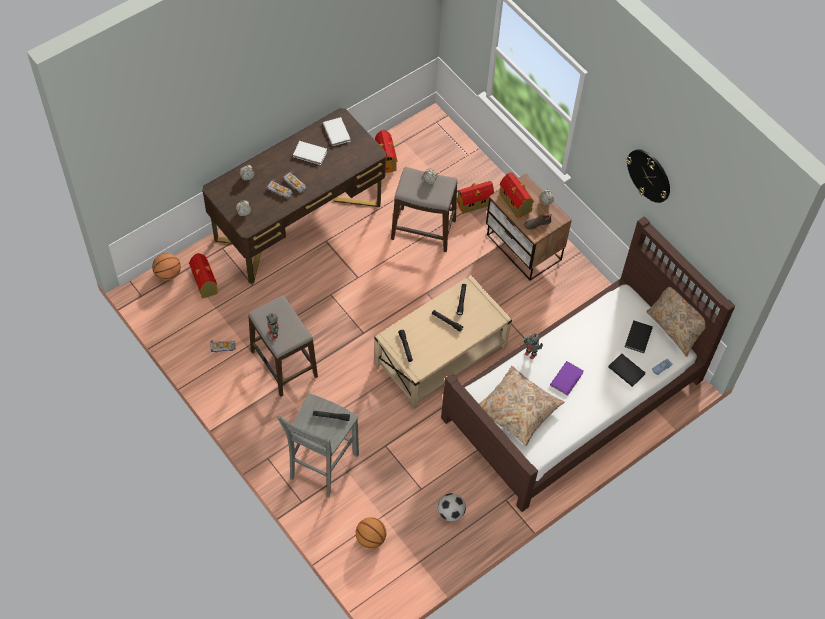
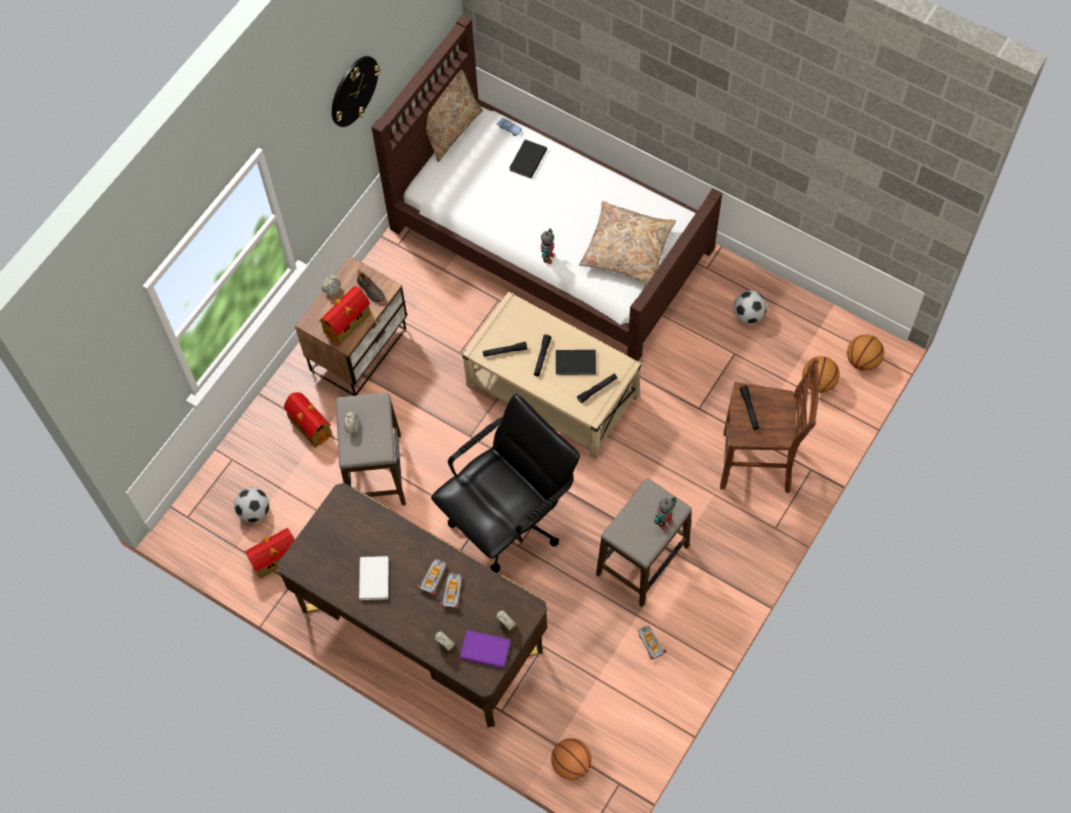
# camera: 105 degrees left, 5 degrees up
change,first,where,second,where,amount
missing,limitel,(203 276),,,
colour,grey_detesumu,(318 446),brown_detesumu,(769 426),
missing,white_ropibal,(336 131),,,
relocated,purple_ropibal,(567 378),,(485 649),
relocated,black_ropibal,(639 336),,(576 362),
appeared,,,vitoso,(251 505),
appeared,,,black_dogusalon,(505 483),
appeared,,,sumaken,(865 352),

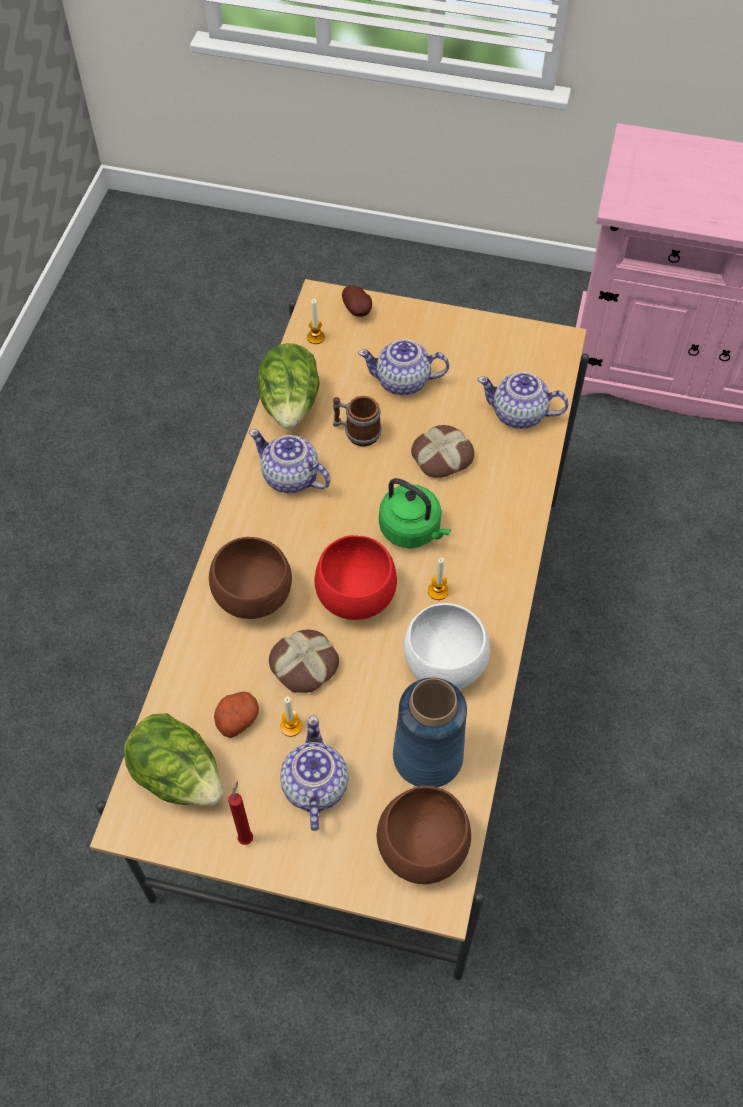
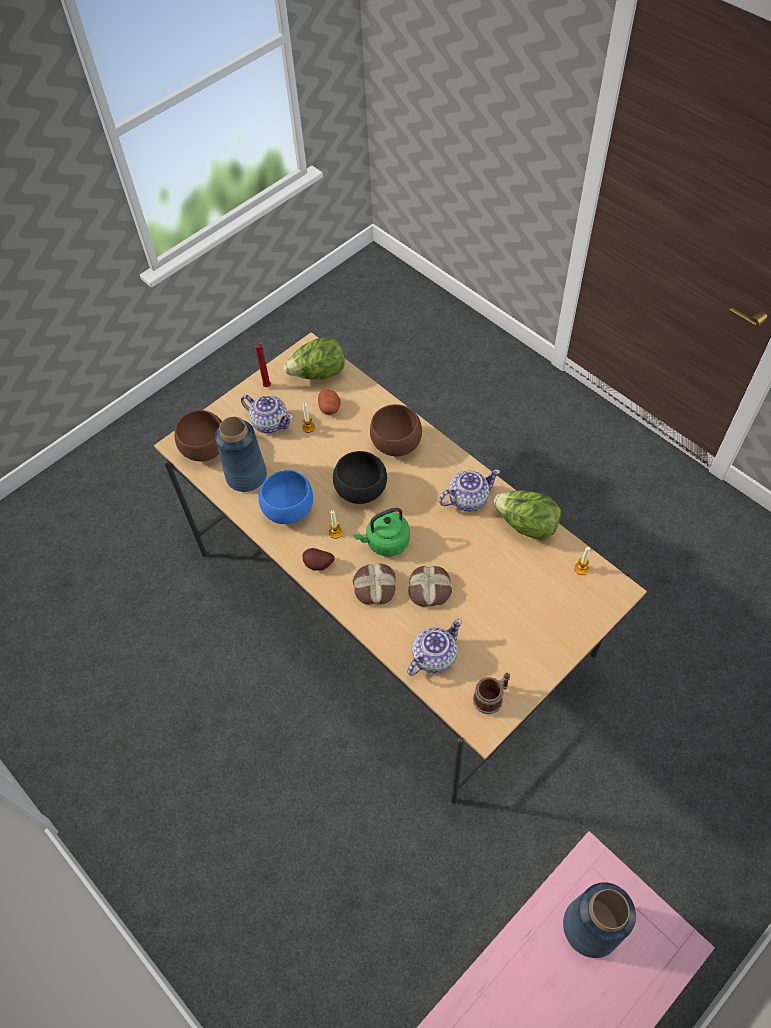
# camera: 125 degrees right, 0 degrees up
change,first,where,second,where,amount
relocated,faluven,(304 661),,(374 584),
colour,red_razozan,(355 577),black_razozan,(360 477),
relocated,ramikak,(357 421),,(491 693),
relocated,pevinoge,(357 301),,(319 559),
missing,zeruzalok,(403 367),,,
colour,white_razozan,(447 646),blue_razozan,(285 497),
appeared,,,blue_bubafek,(599 920),

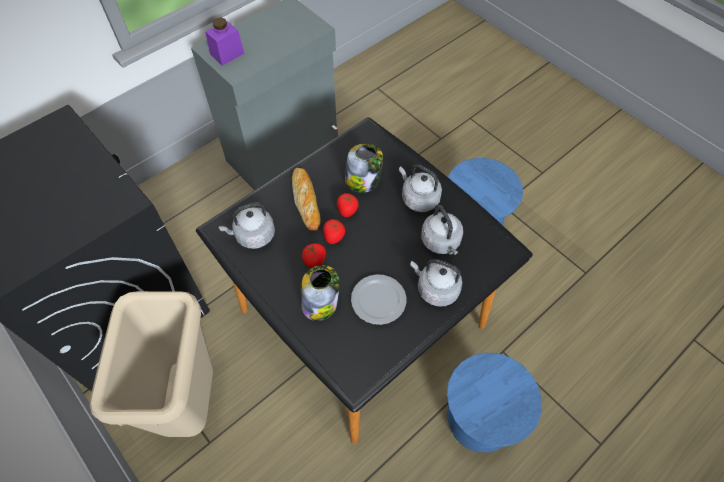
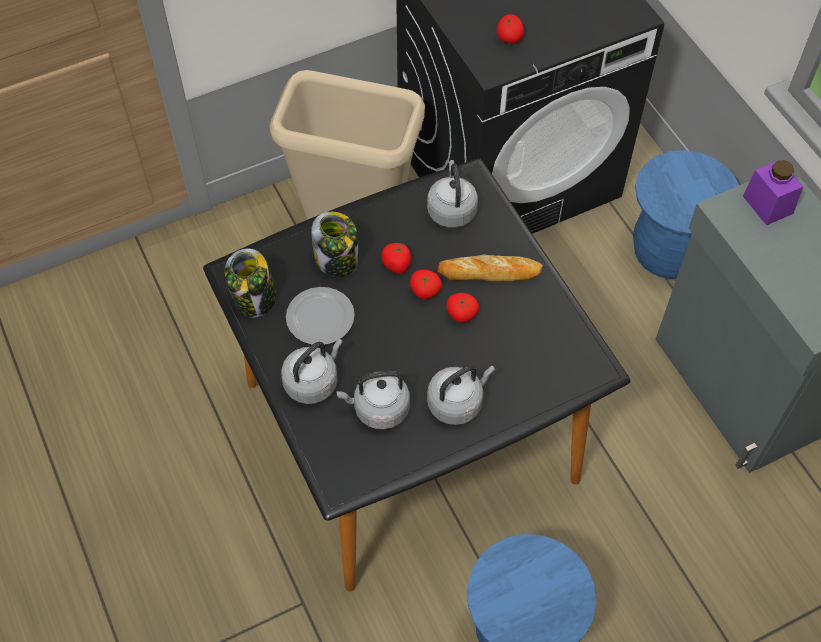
# camera: 105 degrees right, 0 degrees up
change,first,where,second,where,amount
relocated,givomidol,(364 168),,(250 283),
relocated,blue_detesumu,(494 402),,(686 214),
appeared,,,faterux,(510 29),

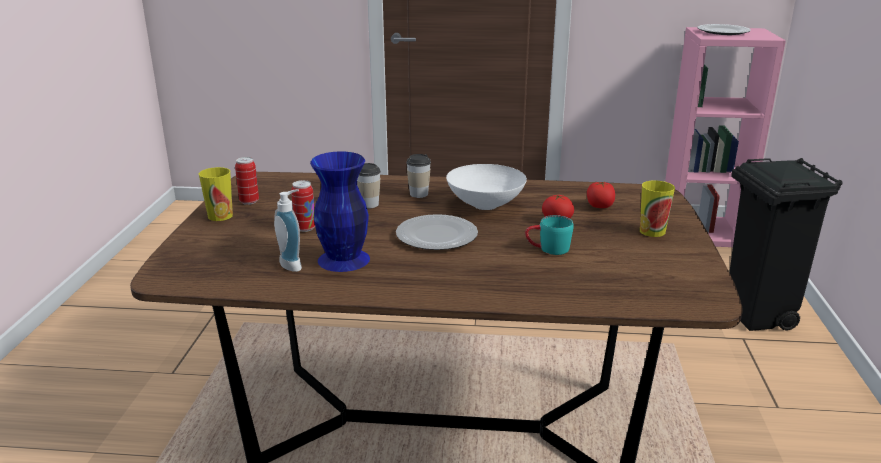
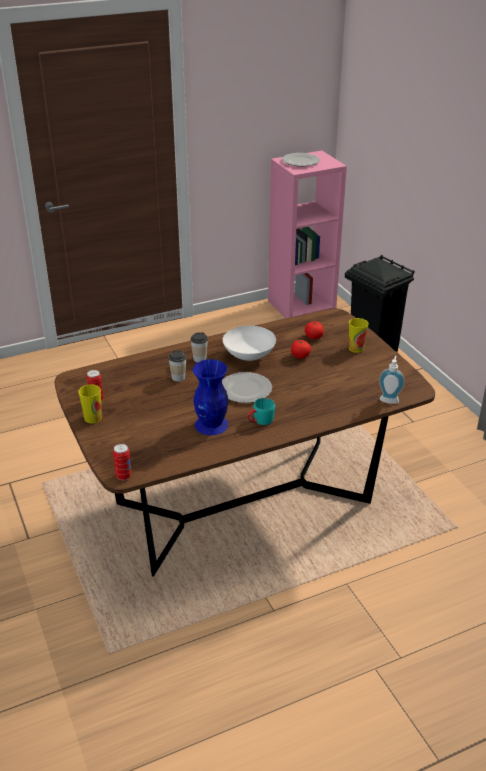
# camera: 30 degrees left, 10 degrees up
change,first,where,second,where,amount
relocated,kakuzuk,(288 230),,(392 380),
relocated,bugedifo,(303 206),,(122 462),
relocated,turquoise_ramikak,(549 235),,(261 411),

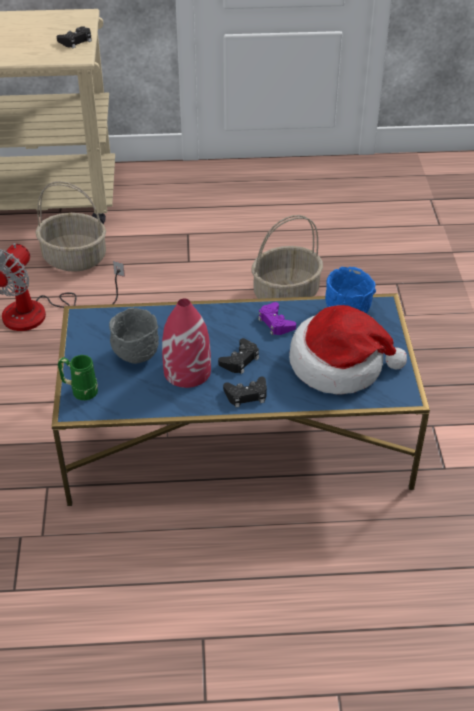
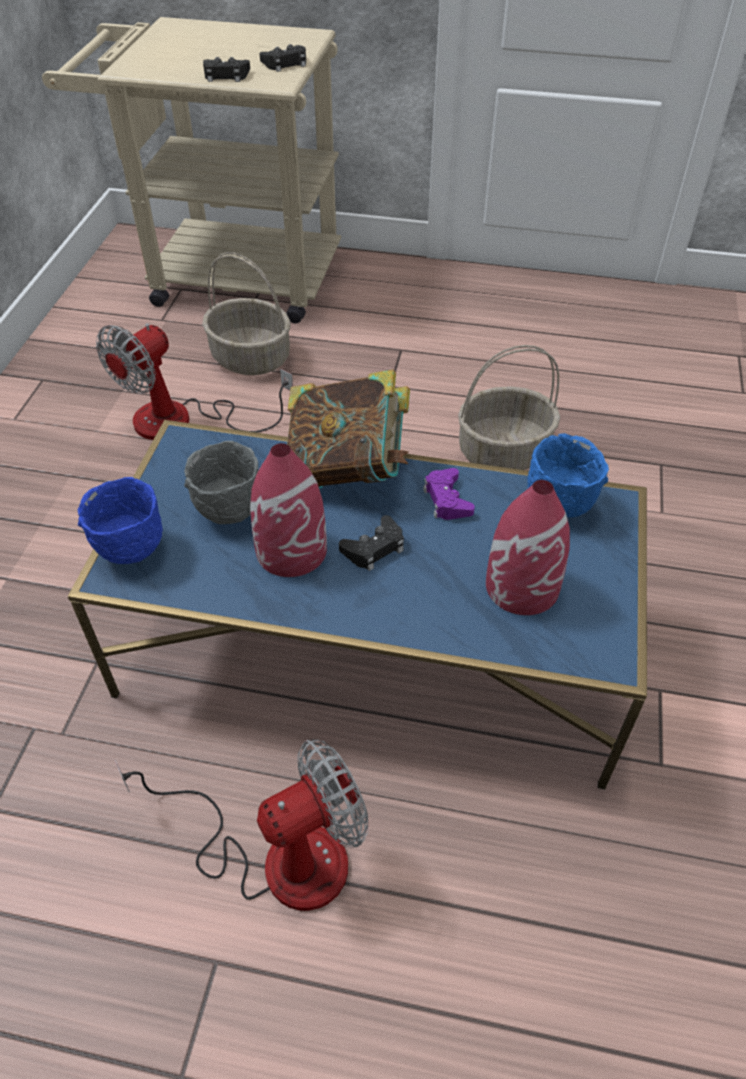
# camera: 15 degrees right, 5 degrees up
change,first,where,second,where,amount
exchanged,green_ramikak,(78 377),blue_razozan,(120 520),
relocated,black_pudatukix,(245 392),,(226 69),
exchanged,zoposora,(348 349),red_bubafek,(528 547),
appeared,,,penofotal,(241 825),
appeared,,,ropibal,(348 429),

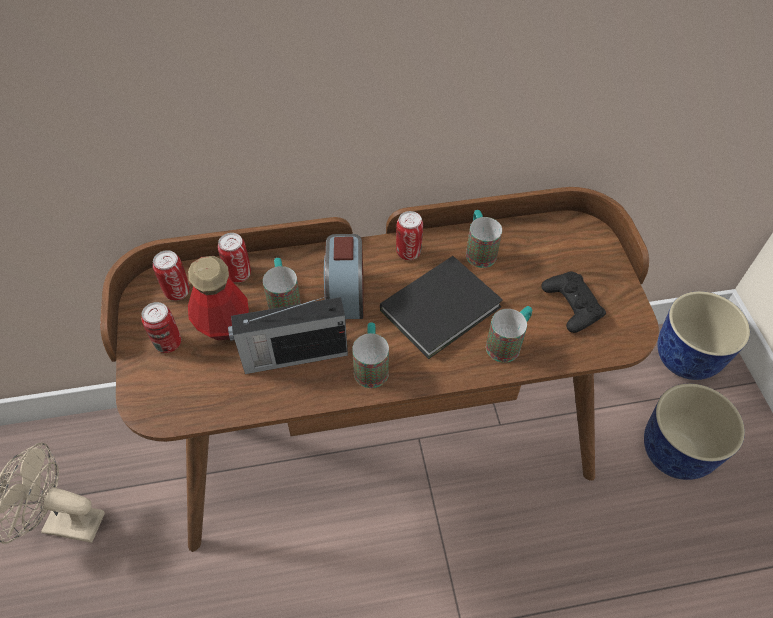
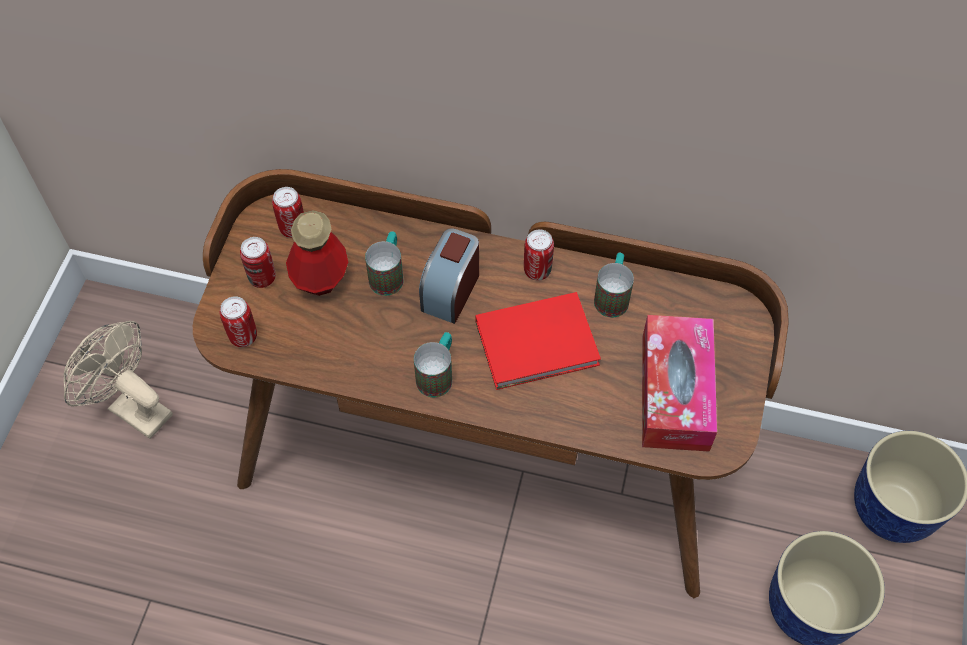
# camera: 25 degrees right, 5 degrees up
change,first,where,second,where,amount
relocated,bugedifo,(234 258),,(238 321),
missing,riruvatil,(288 335),,,
colour,black_ropibal,(441 307),red_ropibal,(538 341),
missing,ramikak,(509 334),,,
exchanged,black_pudatukix,(573 302),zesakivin,(679 383),

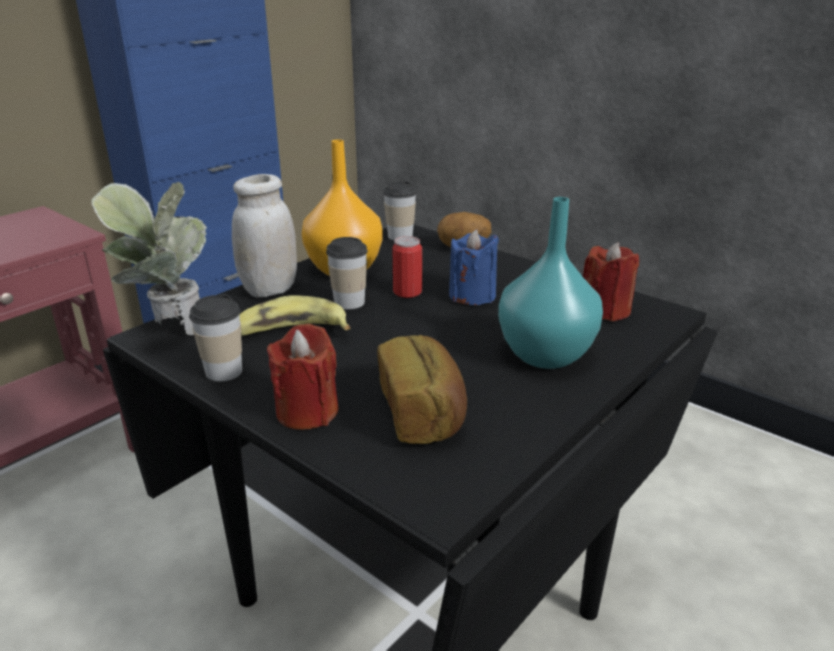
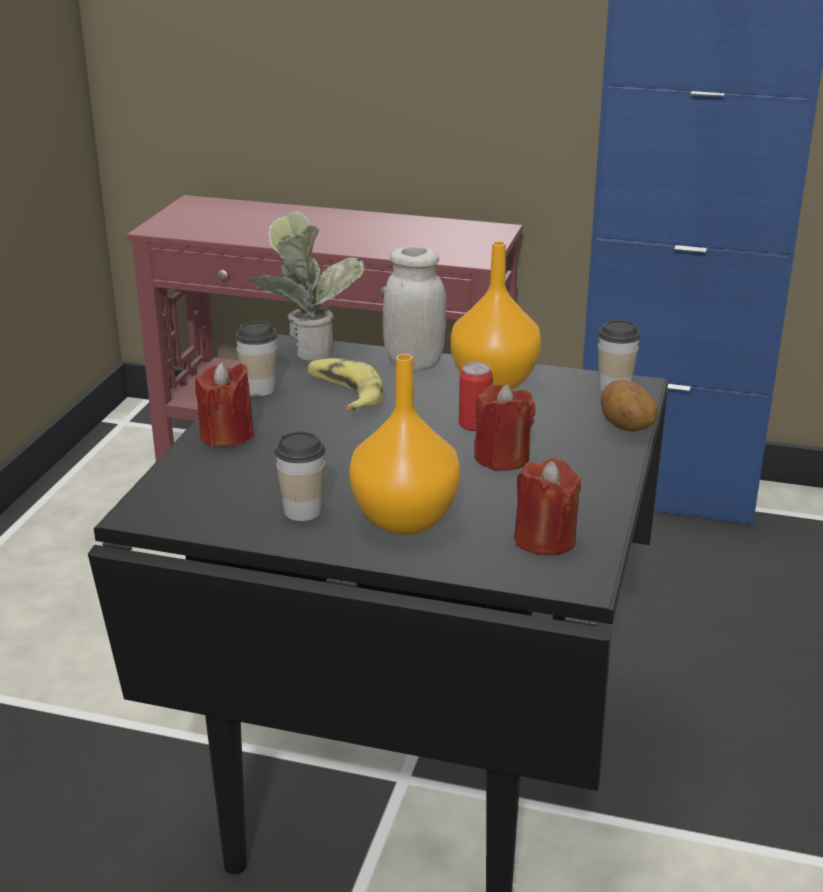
# camera: 65 degrees right, 0 degrees up
change,first,where,second,where,amount
relocated,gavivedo,(347 273),,(300 476),
missing,faluven,(422 389),,,
colour,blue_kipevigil,(474 267),red_kipevigil,(504 427),
colour,turquoise_bubafek,(550 283),orange_bubafek,(405 444),

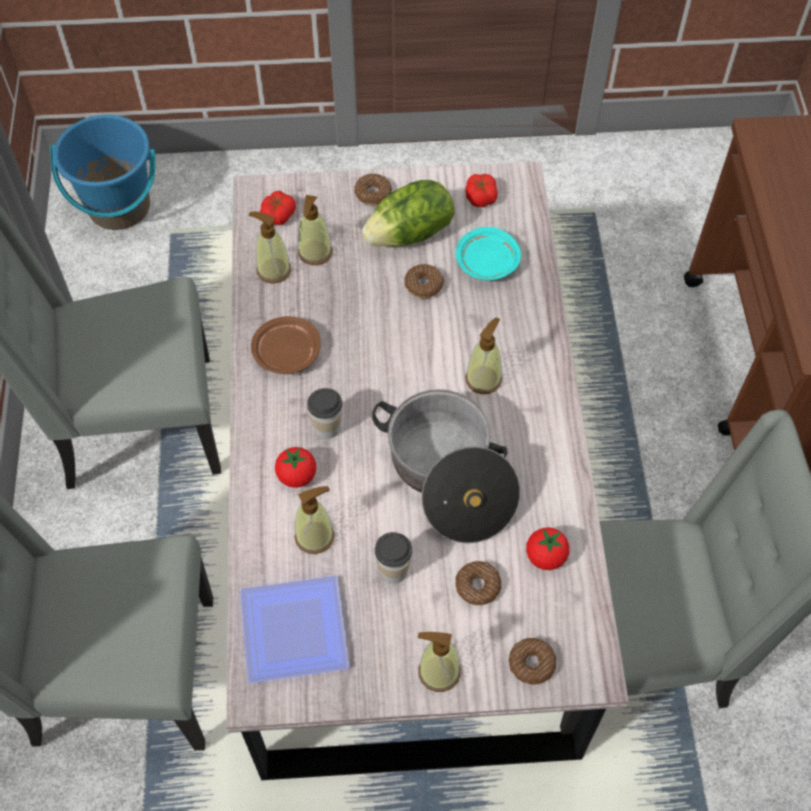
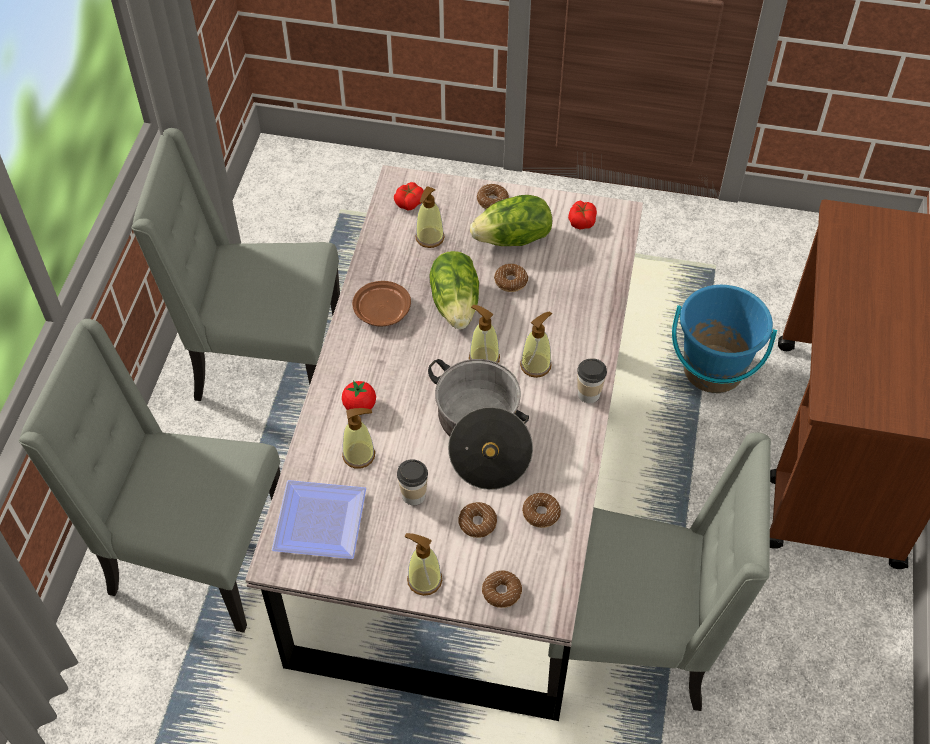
# camera: 15 degrees right, 5 degrees down
change,first,where,second,where,amount
relocated,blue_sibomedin,(102 172),,(724 339),
relocated,kakuzuk,(269 248),,(484 334),
relocated,gavivedo,(324 413),,(592 380),
missing,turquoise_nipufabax,(488 253),,,
exchanged,faterux,(547 548),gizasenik,(541 510),
appeared,,,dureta,(454 290),

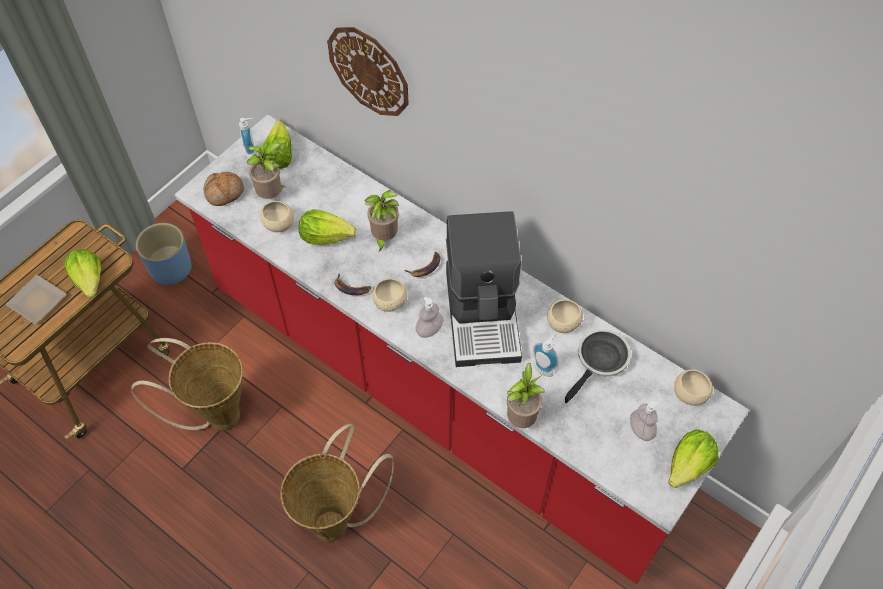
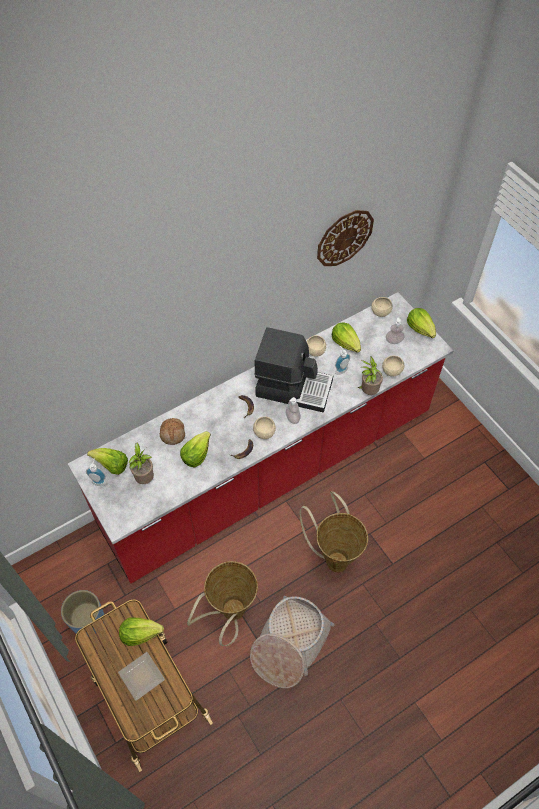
# camera: 70 degrees left, 0 degrees up
change,first,where,second,where,amount
relocated,faluven,(224 189),,(172 431),
relocated,beige_razozan,(277 216),,(393 366),
relocated,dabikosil,(368 71),,(345 238),
missing,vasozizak,(381 221),,,
exchanged,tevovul,(598 366),dureta,(346 338),
appeared,,,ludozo,(292 642),

